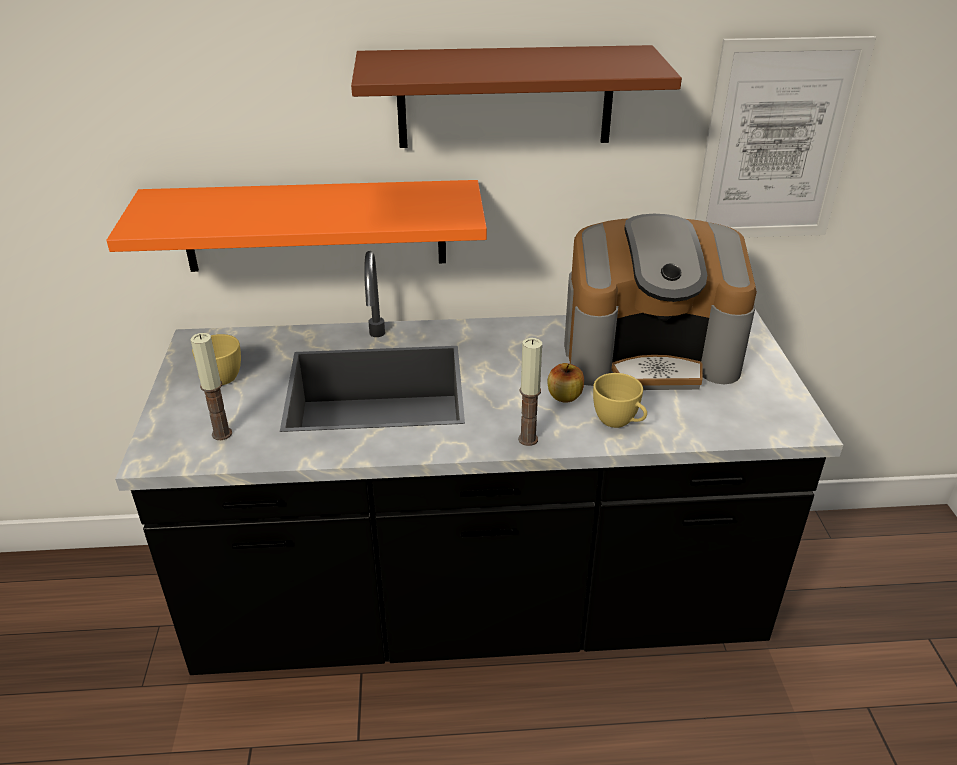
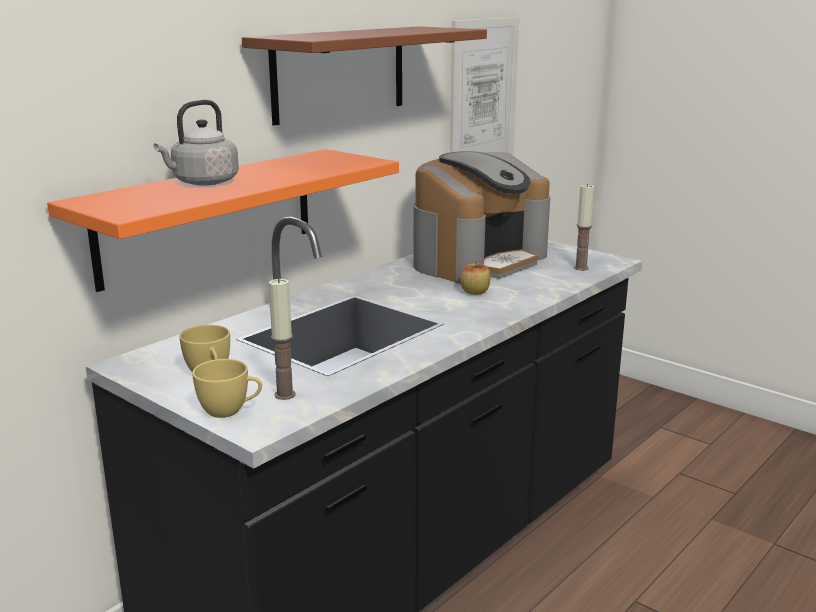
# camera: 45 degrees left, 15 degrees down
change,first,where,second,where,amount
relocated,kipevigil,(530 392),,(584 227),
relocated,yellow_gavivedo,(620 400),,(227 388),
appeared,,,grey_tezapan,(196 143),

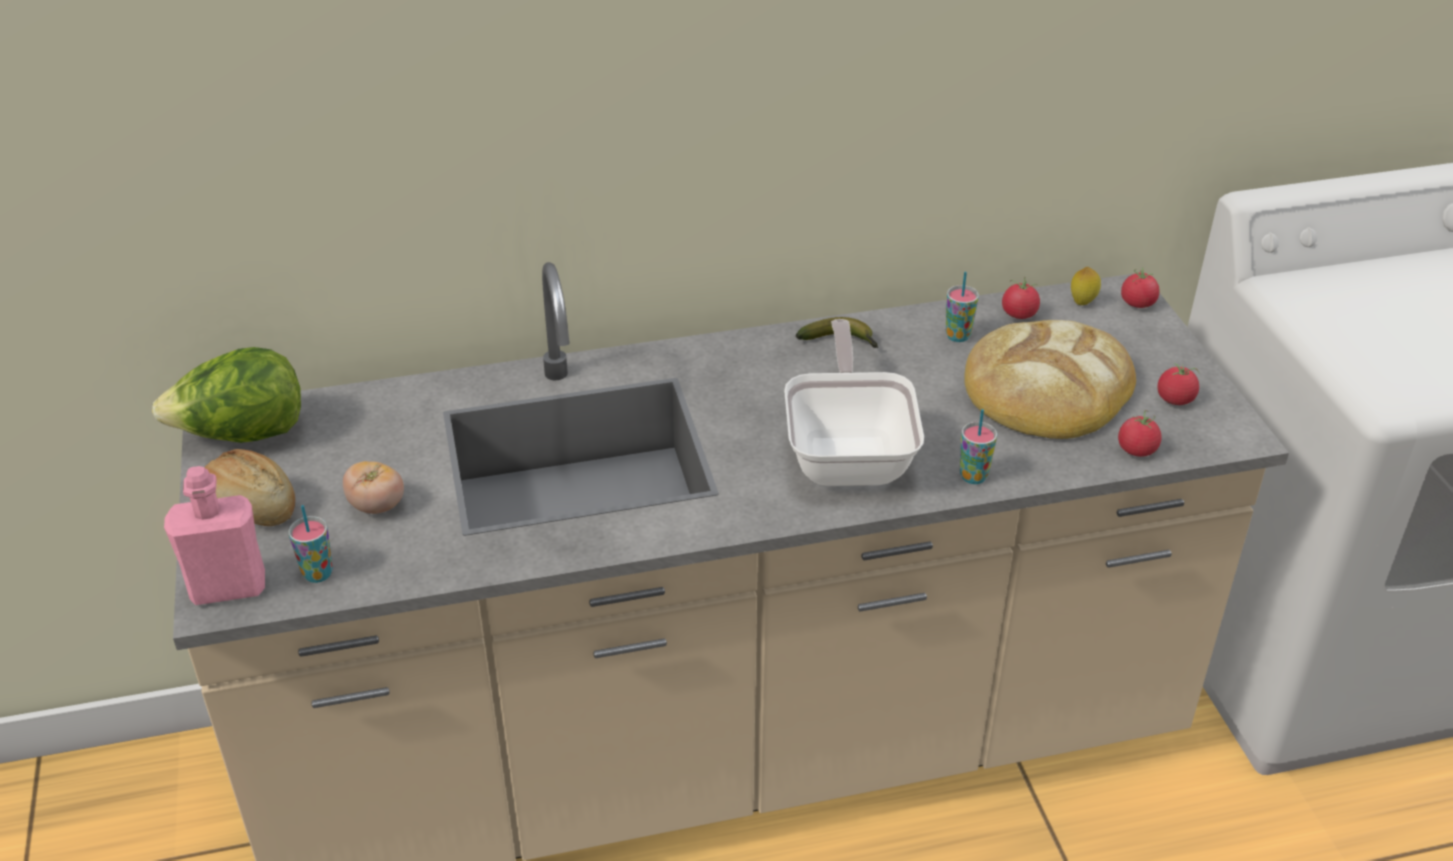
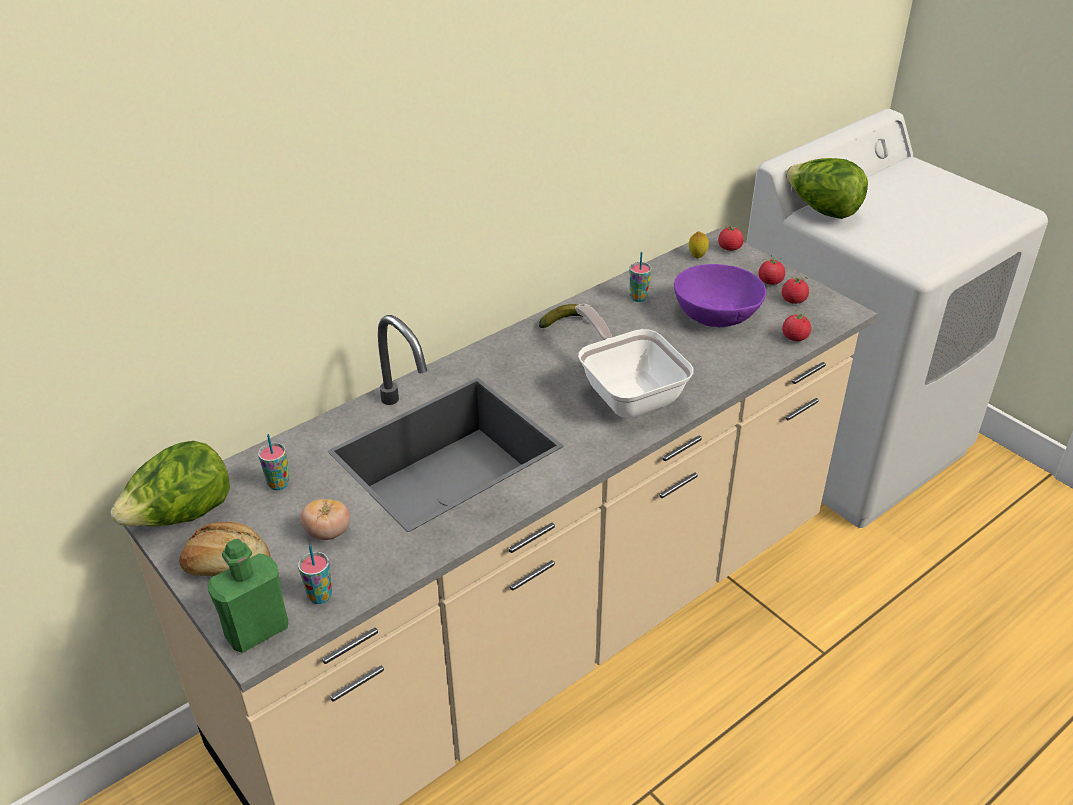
# camera: 25 degrees left, 0 degrees up
change,first,where,second,where,amount
colour,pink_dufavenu,(214 535),green_dufavenu,(248 596),
relocated,gavivedo,(978 446),,(274 462),
exchanged,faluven,(1050 379),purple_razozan,(720 295),
relocated,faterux,(1021 298),,(772 270),
appeared,,,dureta,(826 188),

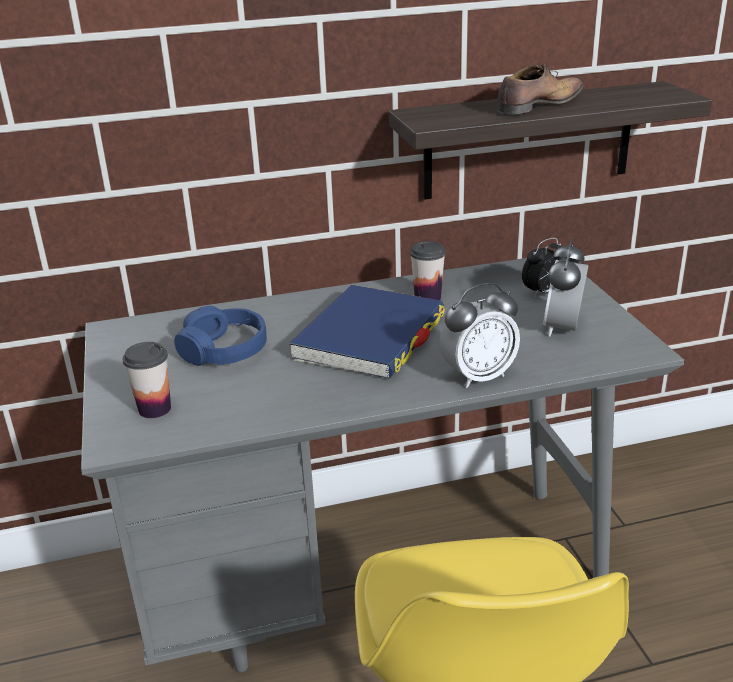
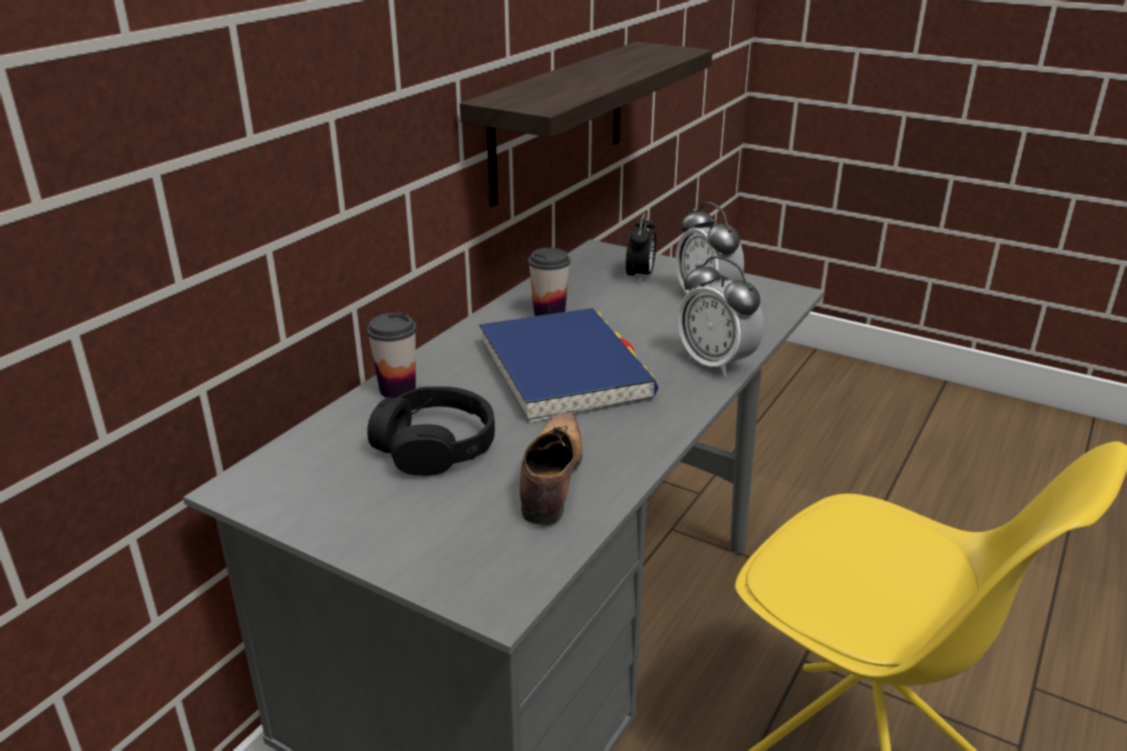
# camera: 45 degrees left, 0 degrees up
change,first,where,second,where,amount
relocated,gavivedo,(147 380),,(392 355),
colour,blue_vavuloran,(220 336),black_vavuloran,(431 431),
spun,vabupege,(480 335),,(720 316),120 degrees clockwise
relocated,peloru,(540 89),,(551 469),

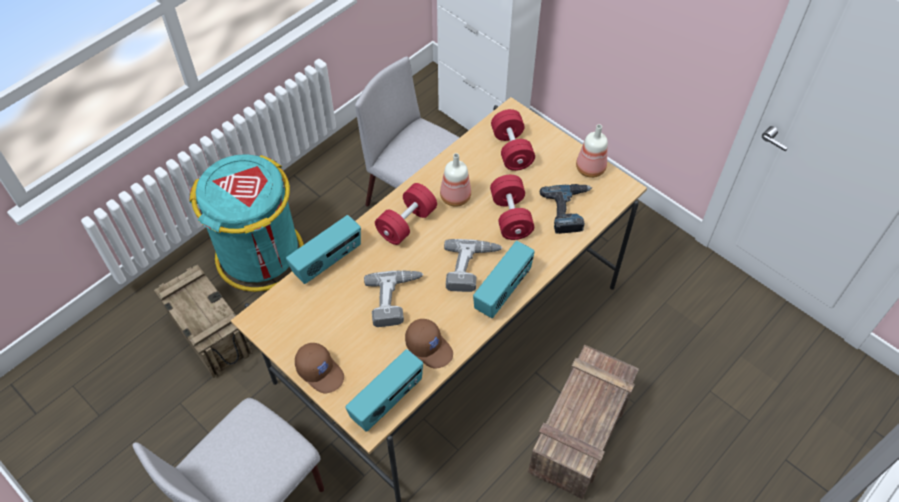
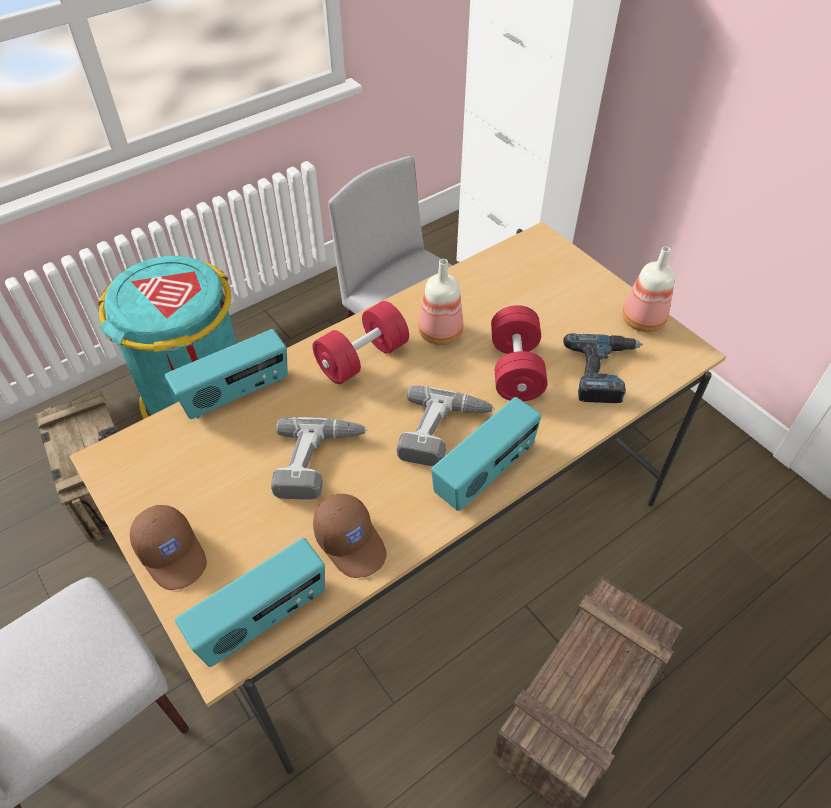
# camera: 10 degrees right, 5 degrees down
change,first,where,second,where,amount
missing,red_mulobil,(513 140),,,

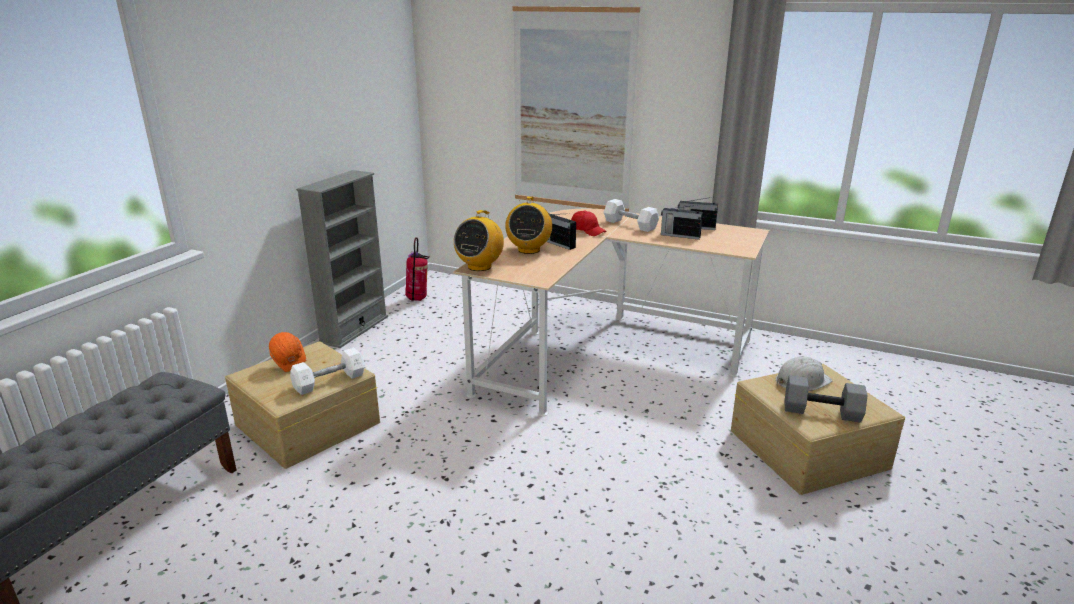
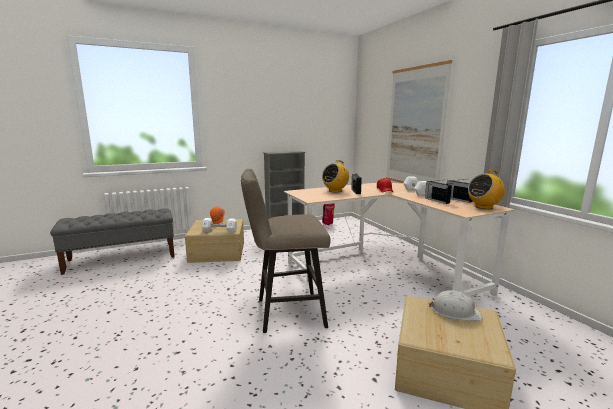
# camera: 40 degrees right, 10 degrees down
change,first,where,second,where,amount
relocated,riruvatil,(479 240),,(486 189),
missing,grey_mulobil,(825 399),,,
appeared,,,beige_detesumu,(285 251),

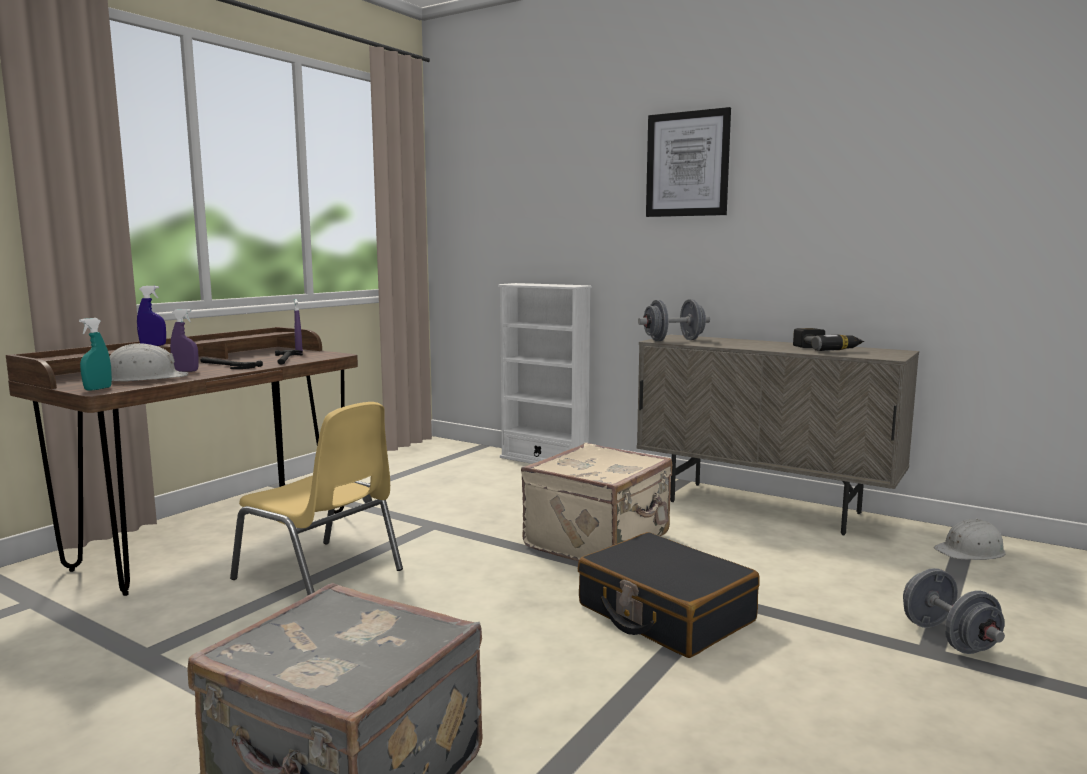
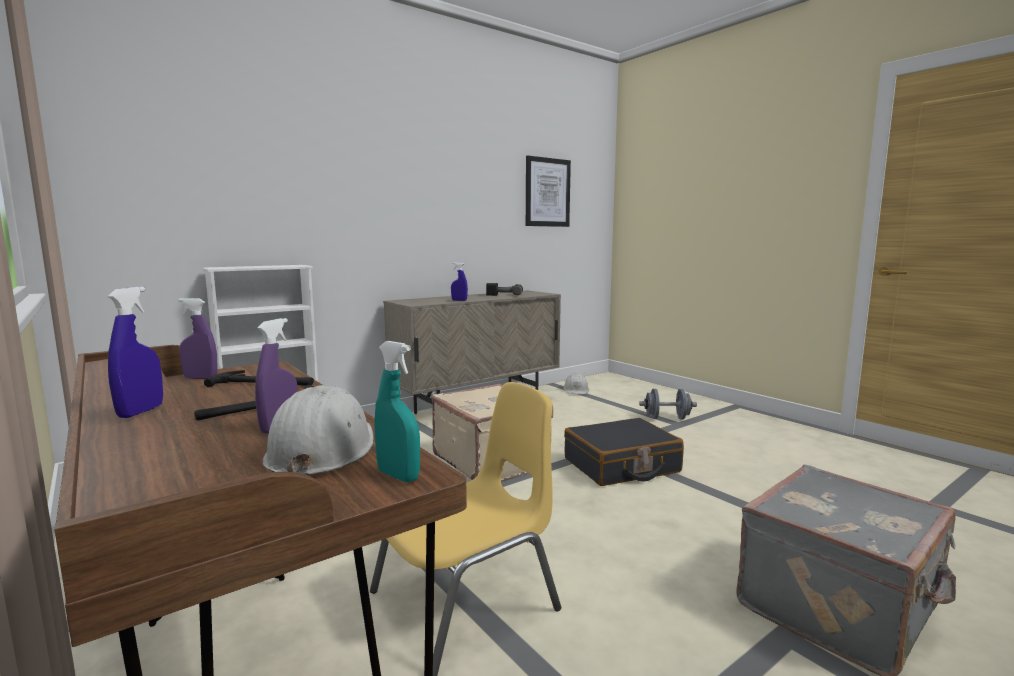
# camera: 70 degrees left, 0 degrees up
change,first,where,second,where,amount
missing,grey_mulobil,(674 320),,,
relocated,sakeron,(688 162),,(548 191),
appeared,,,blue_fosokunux,(459 281),

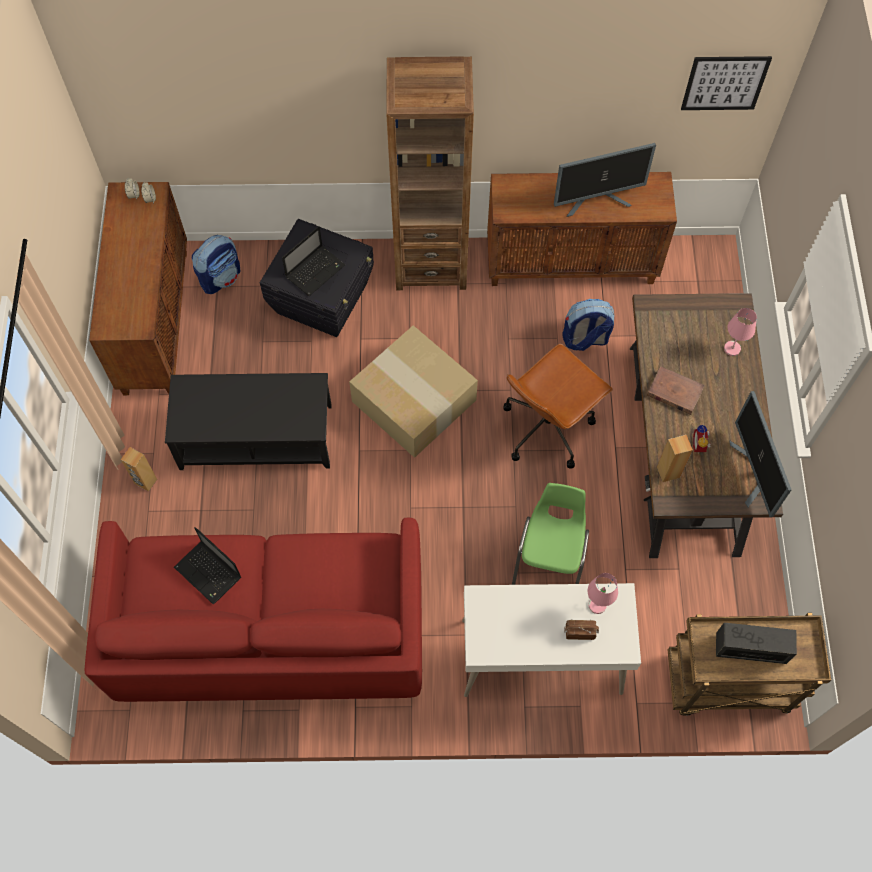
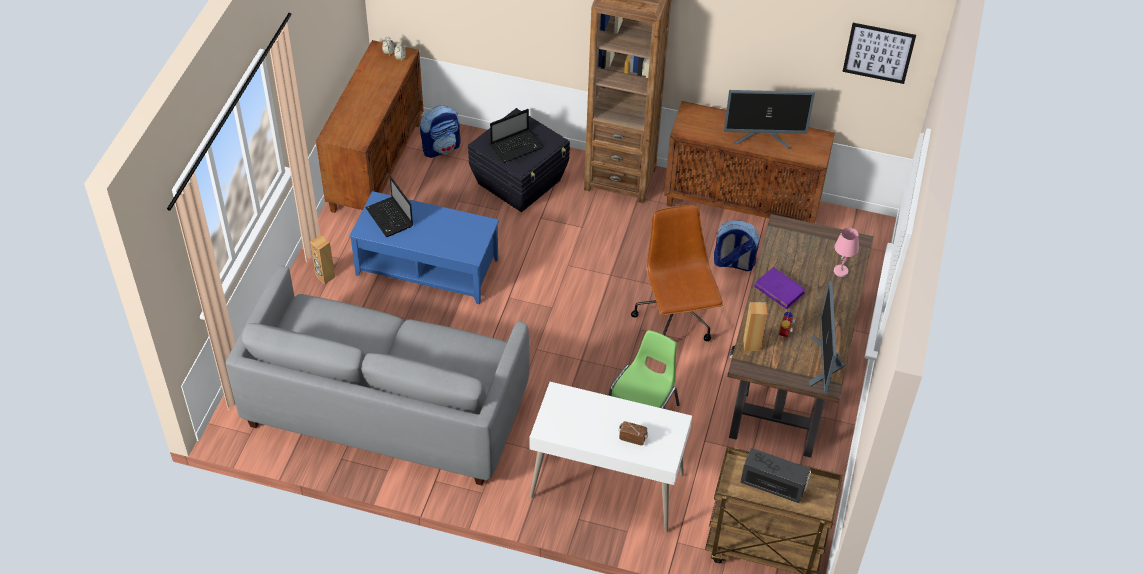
# camera: 15 degrees right, 15 degrees down
change,first,where,second,where,amount
colour,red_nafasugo,(253 610),grey_nafasugo,(377 375),
colour,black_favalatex,(248 421),blue_favalatex,(424 247),
relocated,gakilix,(207 566),,(389 206),
missing,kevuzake,(413 391),,,
spun,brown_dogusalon,(558 406),,(677 273),105 degrees clockwise
missing,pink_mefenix,(603 593),,,
colour,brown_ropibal,(676 390),purple_ropibal,(780 288),

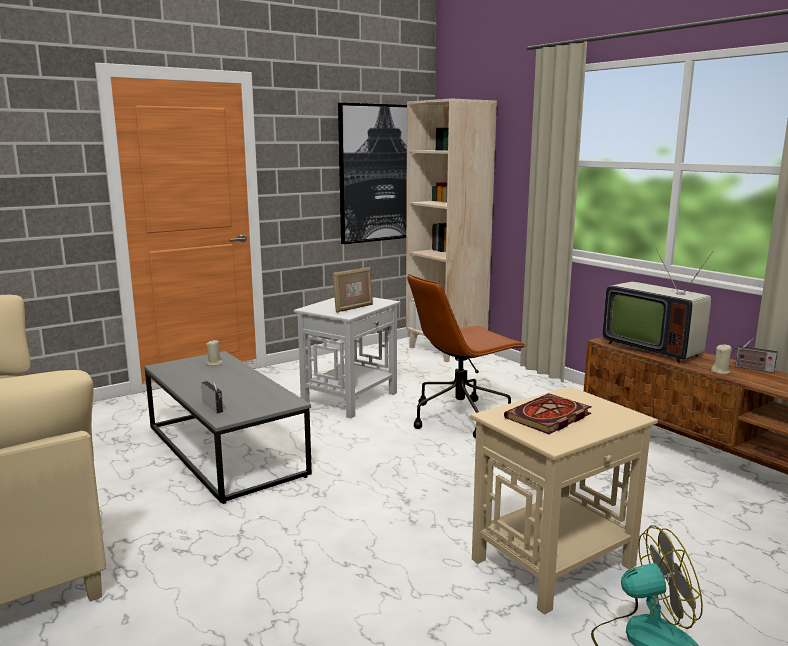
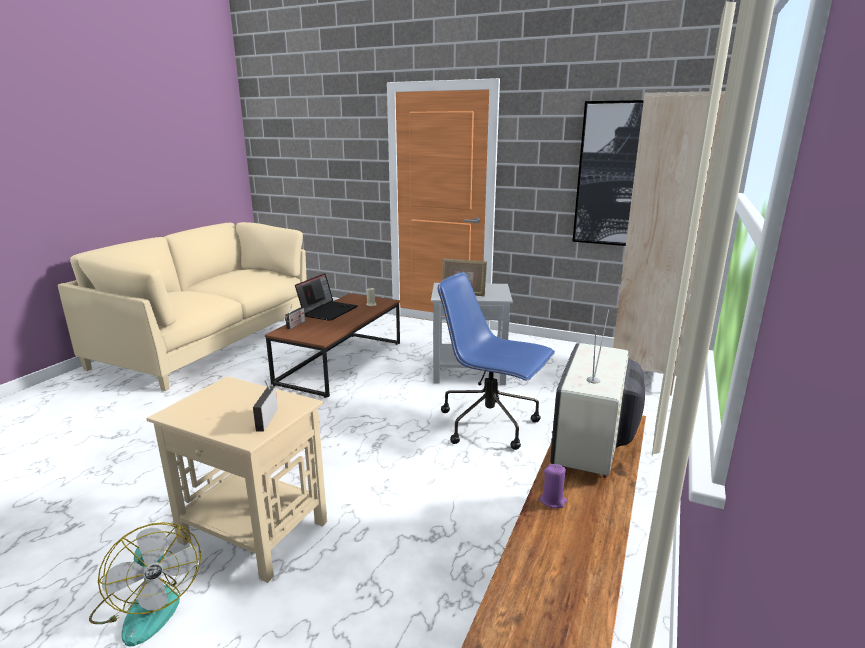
# camera: 60 degrees right, 5 degrees up
change,first,where,second,where,amount
colour,grey_favalatex,(228 427),brown_favalatex,(332 345),
colour,brown_dogusalon,(466 356),blue_dogusalon,(496 361),
missing,ropibal,(548 413),,,
colour,beige_kipevigil,(721 359),purple_kipevigil,(553 486),
relocated,riruvatil,(755 355),,(265 406),
appeared,,,gakilix,(326 297),

